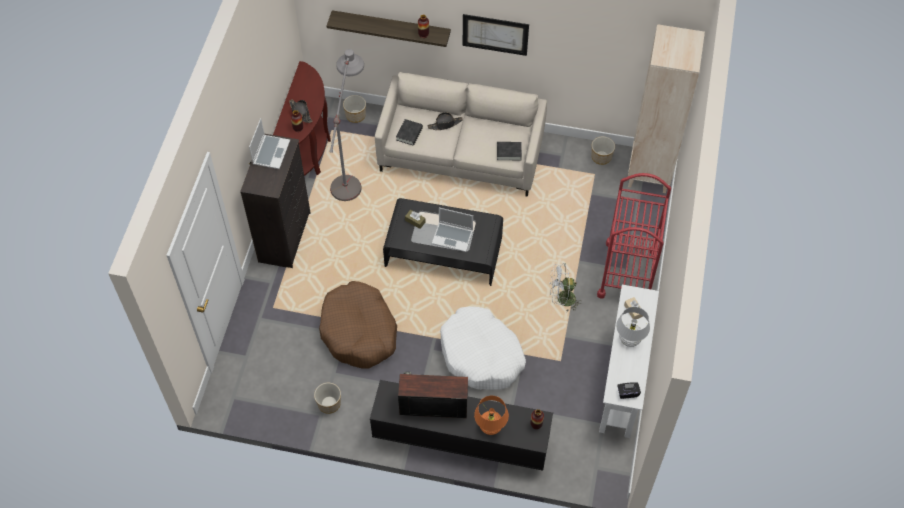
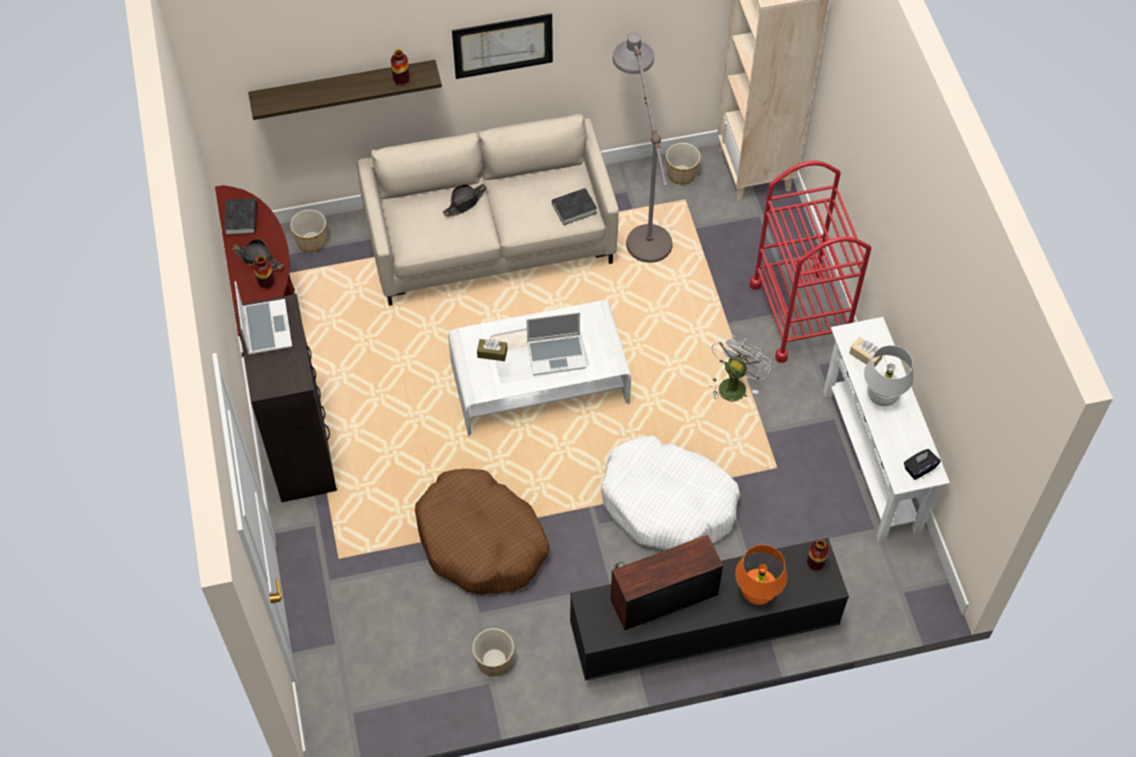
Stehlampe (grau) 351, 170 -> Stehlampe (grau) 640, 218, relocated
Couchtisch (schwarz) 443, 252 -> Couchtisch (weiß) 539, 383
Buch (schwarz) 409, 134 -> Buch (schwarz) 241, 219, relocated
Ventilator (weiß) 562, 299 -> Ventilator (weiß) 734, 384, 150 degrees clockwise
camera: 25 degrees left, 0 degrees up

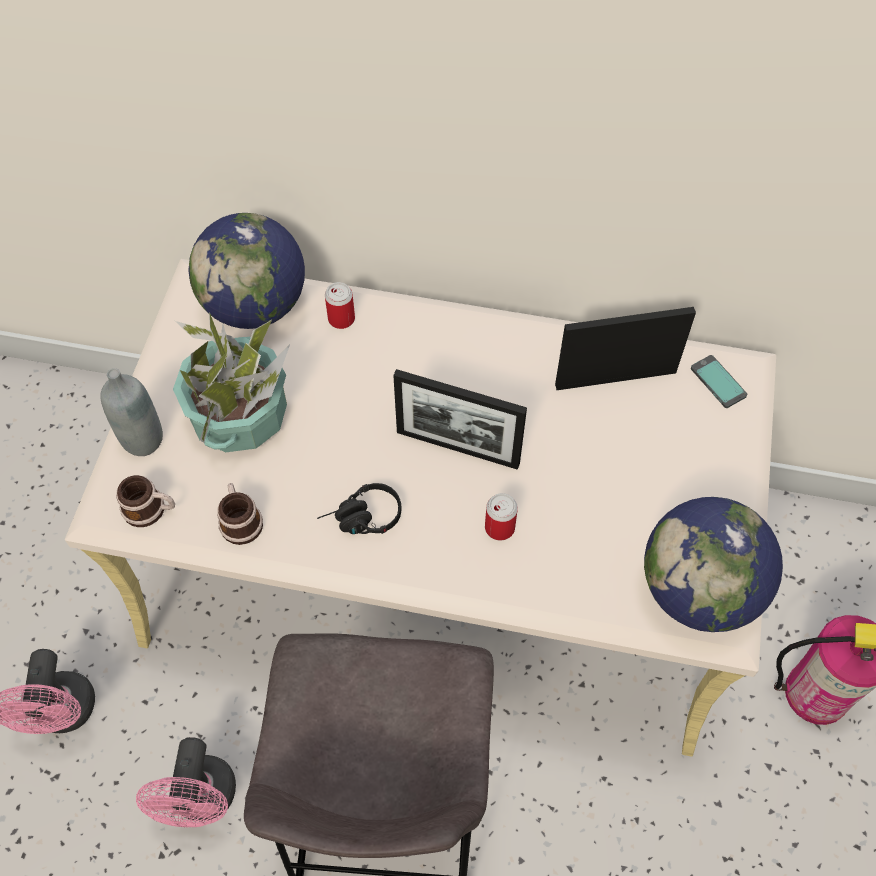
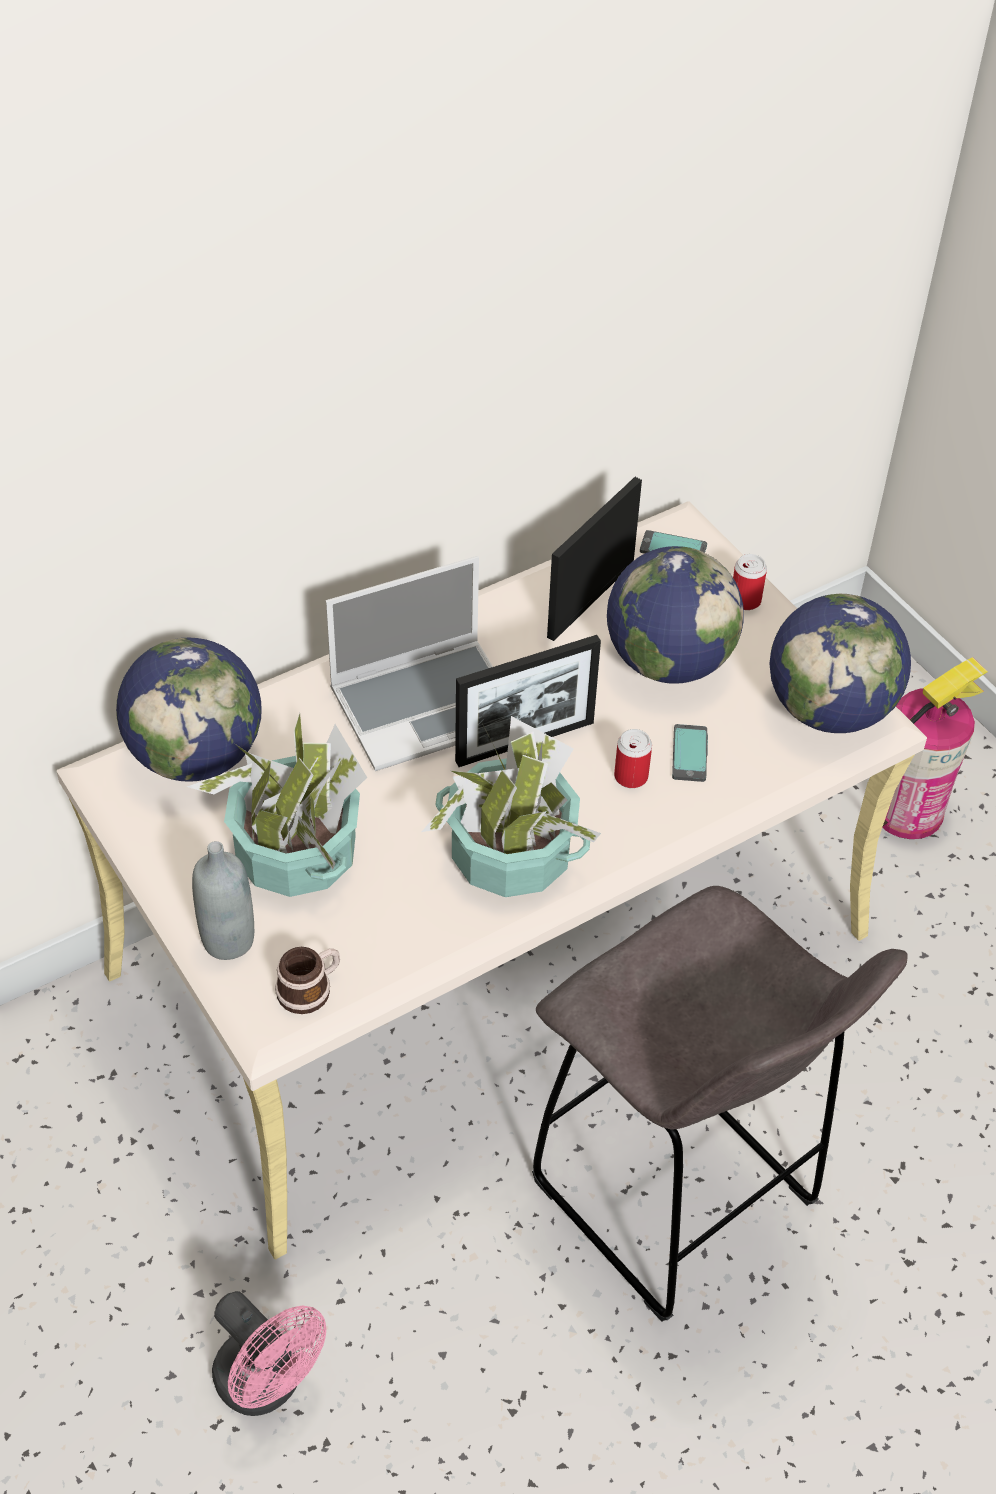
Ventilator (rosa) 202, 801 -> none
Henkelbecher 240, 520 -> none
Kopfhörer (schwarz) 361, 520 -> Topfpflanze 511, 855
Dose 341, 319 -> Dose 745, 600, relocated
none -> Laptop 427, 705
none -> Globus 668, 662
none -> Handy 690, 754
camera: 45 degrees left, 10 degrees down

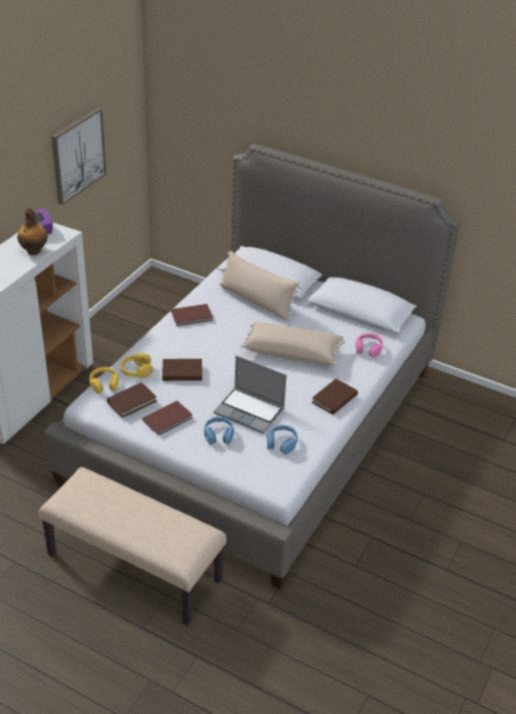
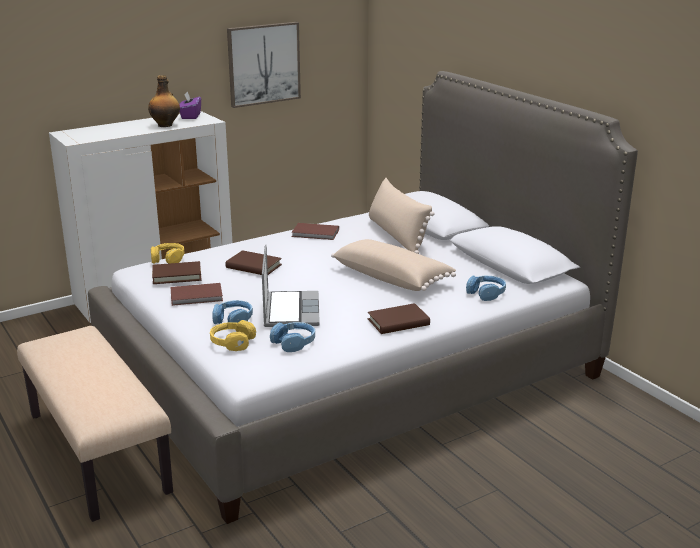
Kopfhörer (gelb) 136, 371 -> Kopfhörer (gelb) 232, 342, relocated
Laptop 250, 411 -> Laptop 290, 310, 150 degrees counterclockwise
Kopfhörer (rosa) 368, 349 -> Kopfhörer (blau) 486, 293
camera: 30 degrees right, 15 degrees down

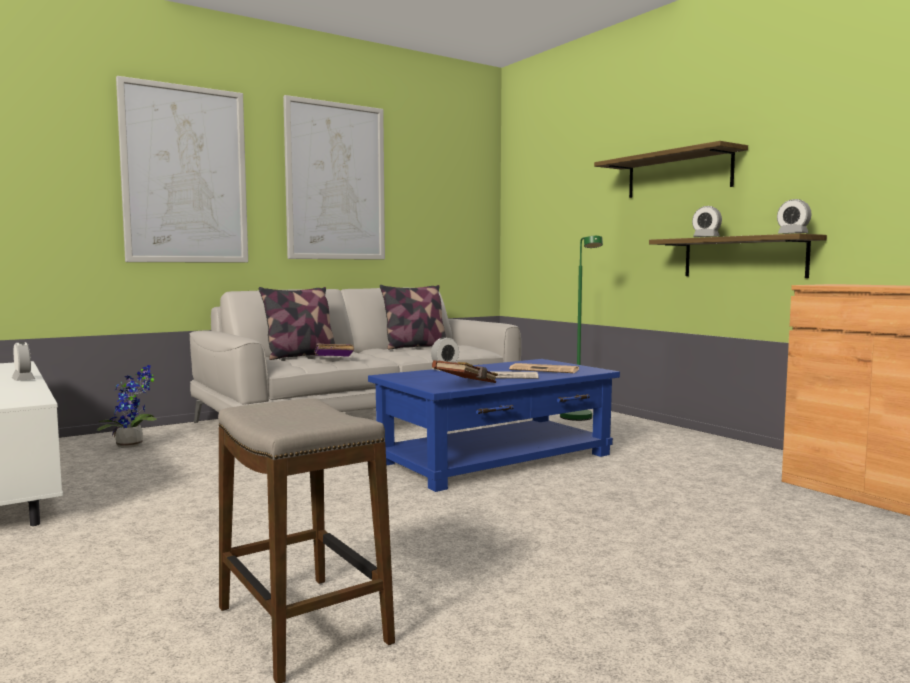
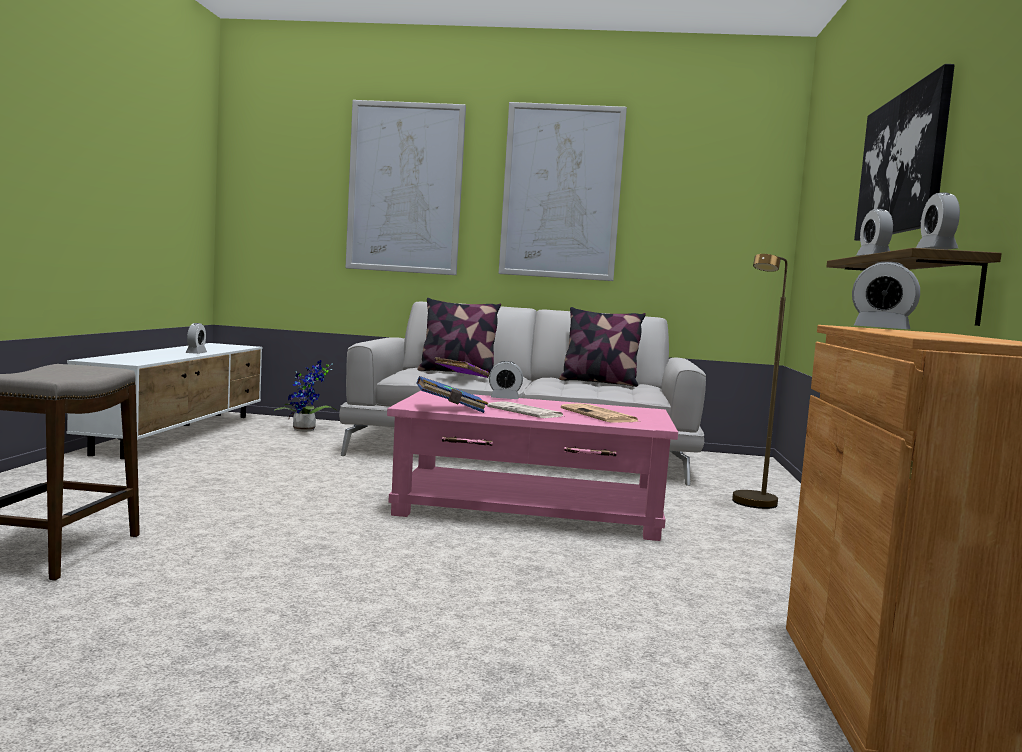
Couchtisch (blau) 496, 458 -> Couchtisch (rosa) 530, 510
Buch (braun) 466, 384 -> Buch (blau) 450, 409
Stehlampe (grün) 579, 419 -> Stehlampe (braun) 752, 505
Wandregal 678, 174 -> Bild 902, 164
none -> Wecker 881, 329
camera: 40 degrees right, 0 degrees up

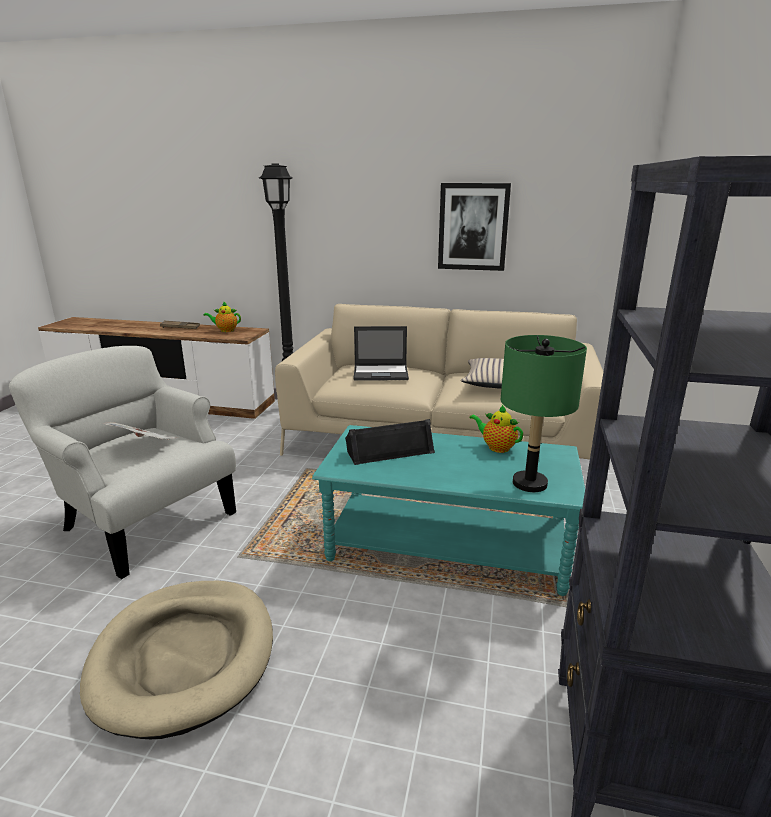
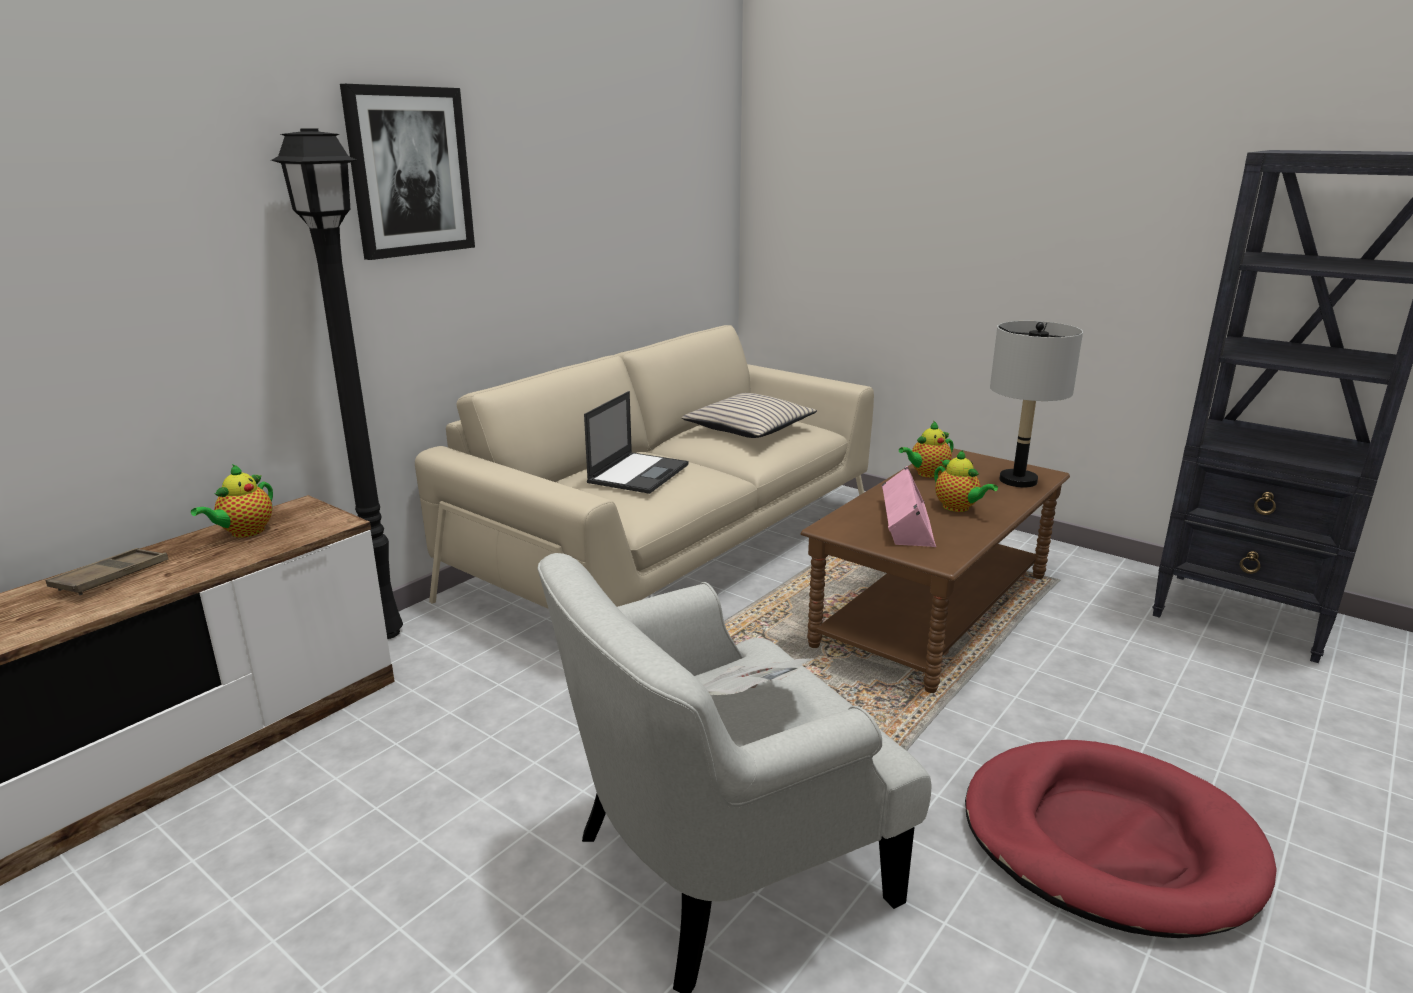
Hundebett (beige) 184, 657 -> Hundebett (rot) 1108, 841
Couchtisch (türkis) 447, 546 -> Couchtisch (braun) 934, 610
Lautsprecher (schwarz) 389, 450 -> Lautsprecher (rosa) 904, 522
Bild 473, 227 -> Bild 410, 172, relocated
Tischlampe (grün) 529, 483 -> Tischlampe (grau) 1018, 481
none -> Teekanne 958, 508
camera: 65 degrees left, 0 degrees up

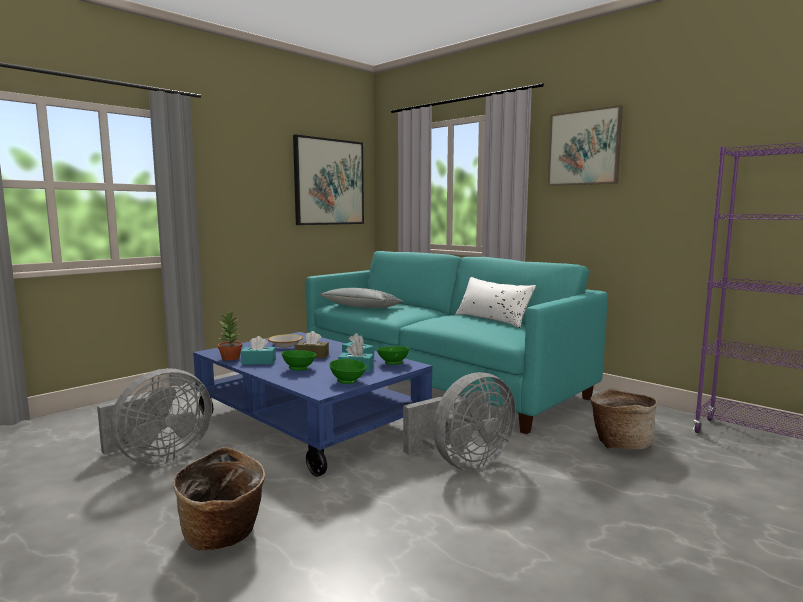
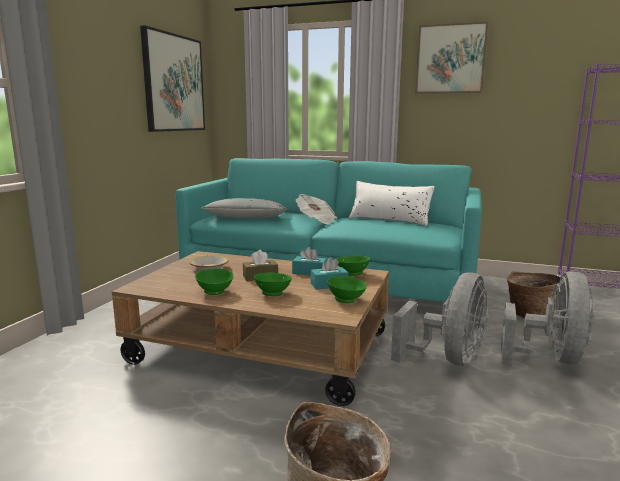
Ventilator (grau) 158, 458 -> Ventilator (grau) 550, 358, relocated
Couchtisch (blau) 310, 422 -> Couchtisch (braun) 261, 347
Topfpflanze 230, 358 -> none
Taschentuchbox (türkis) 258, 362 -> Schüssel (grün) 214, 292
none -> Zeitung 316, 220
camera: 25 degrees left, 5 degrees up

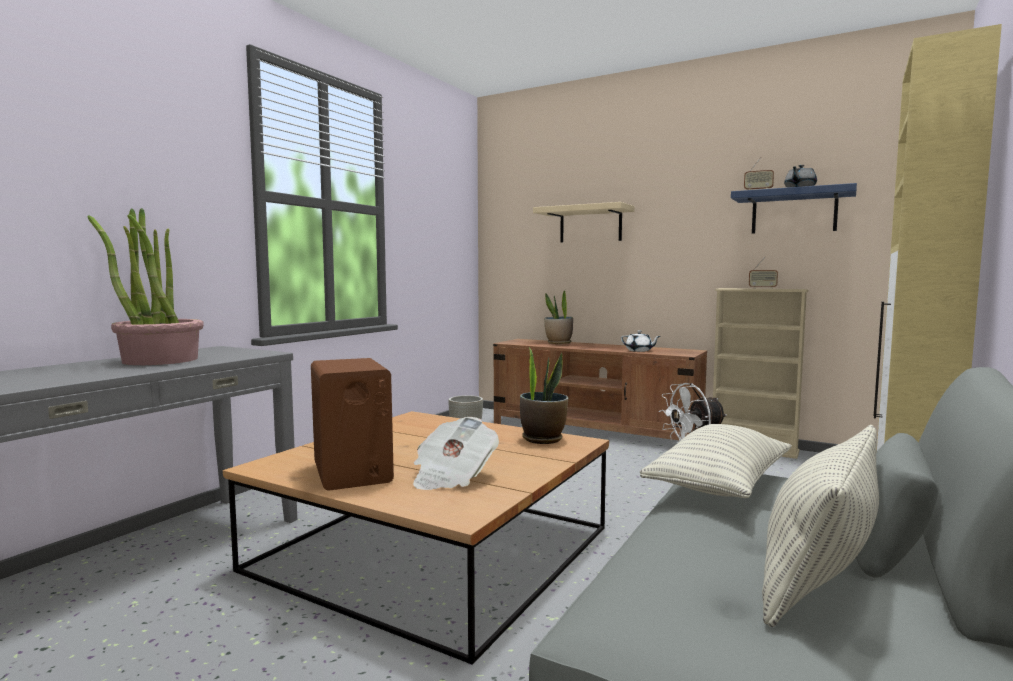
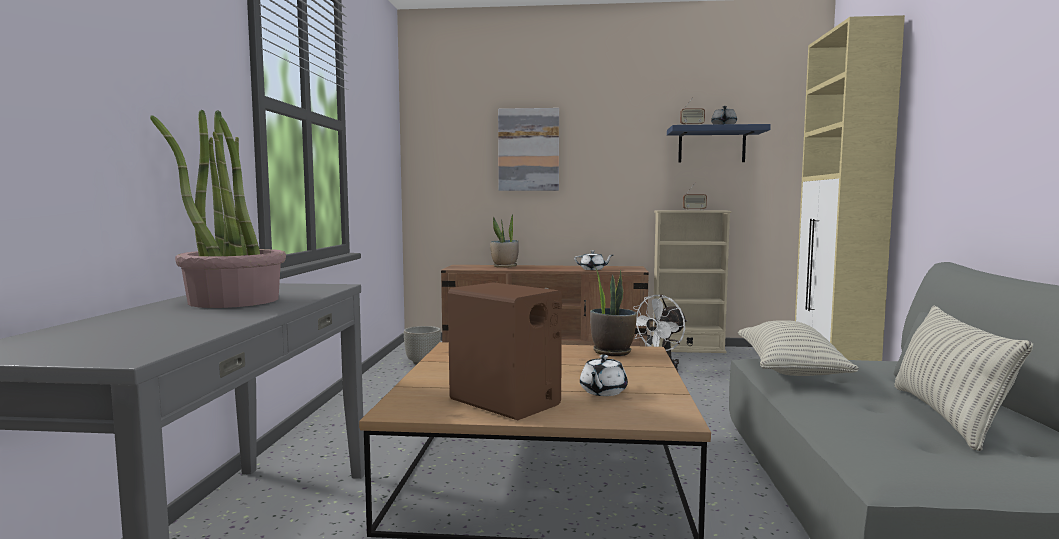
Zeitung 452, 477 -> Teekanne (weiß) 602, 392
Wandregal (beige) 590, 225 -> Bild 528, 150
camera: 25 degrees left, 0 degrees up

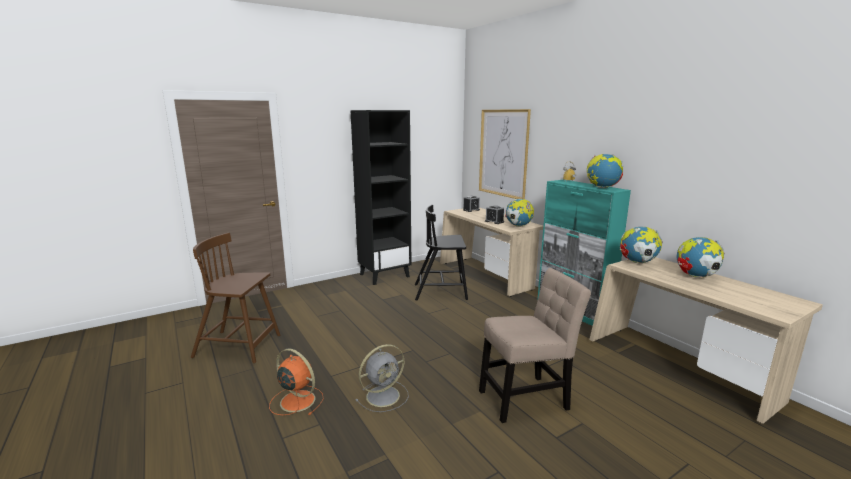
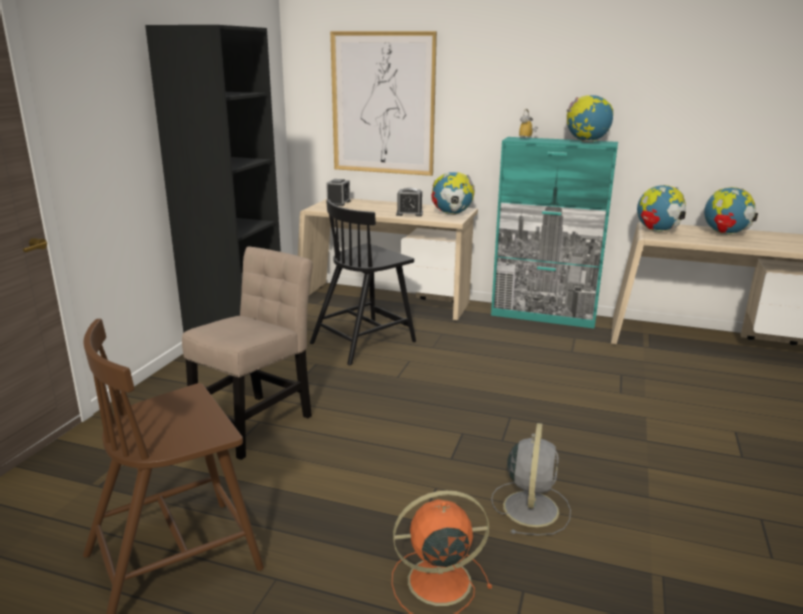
Stuhl (beige) 527, 398 -> Stuhl (beige) 257, 423, relocated
camera: 40 degrees left, 5 degrees up

